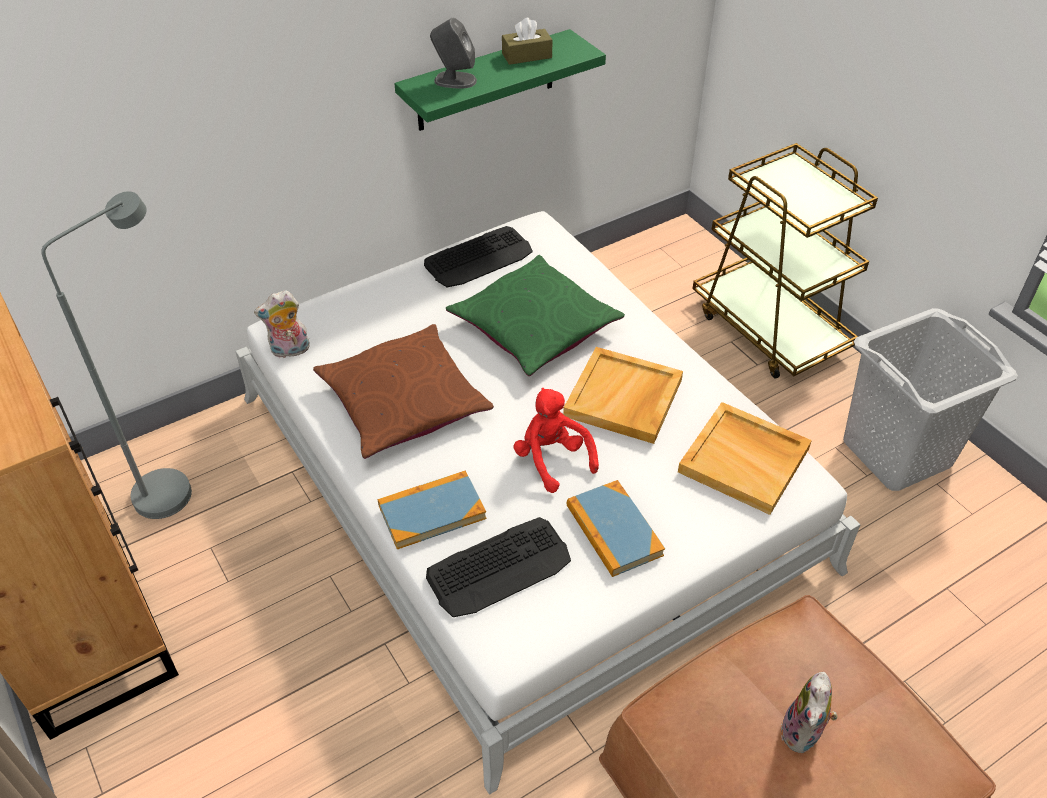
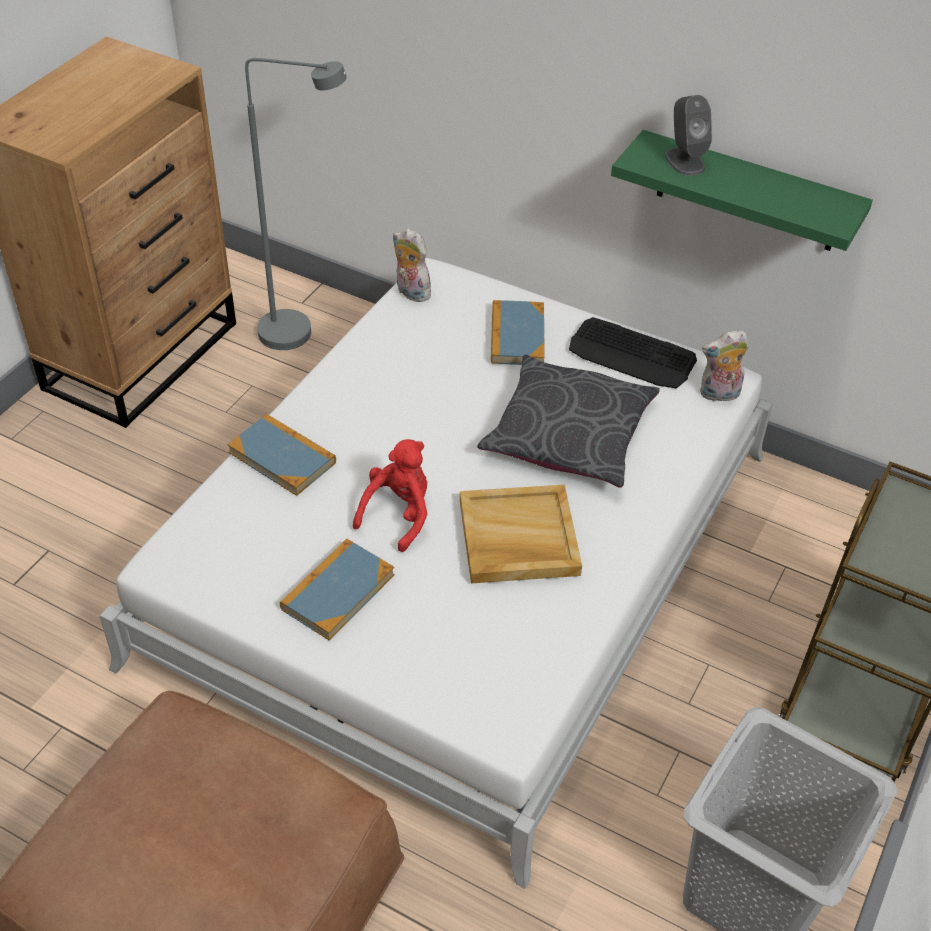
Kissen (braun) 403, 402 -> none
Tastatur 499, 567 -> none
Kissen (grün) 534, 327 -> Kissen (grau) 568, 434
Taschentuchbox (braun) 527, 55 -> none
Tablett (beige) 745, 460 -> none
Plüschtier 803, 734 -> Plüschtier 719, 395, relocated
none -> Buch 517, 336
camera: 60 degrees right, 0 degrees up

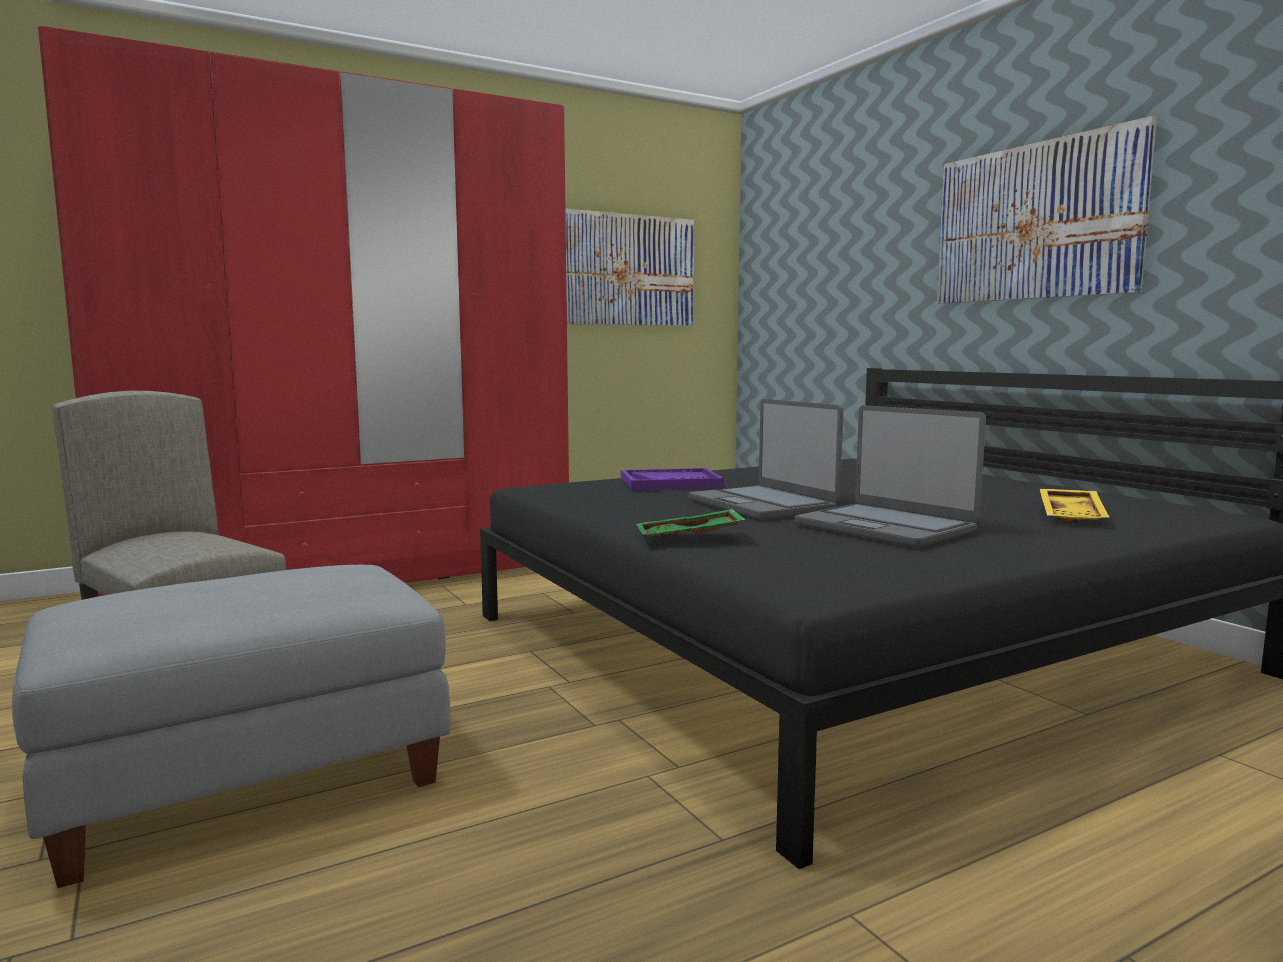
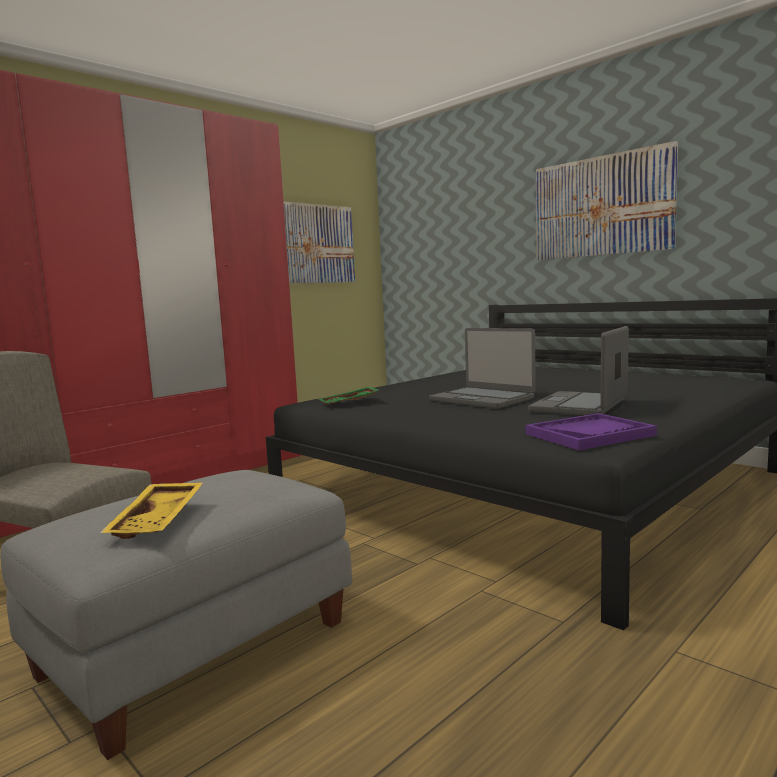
Tablett (lila) 671, 482 -> Tablett (lila) 589, 434, relocated
Tablett (grün) 689, 537 -> Tablett (grün) 349, 403, relocated
Laptop 885, 527 -> Laptop 580, 406, 90 degrees clockwise
Tablett (gelb) 1073, 516 -> Tablett (gelb) 159, 520, relocated
camera: 15 degrees left, 0 degrees up

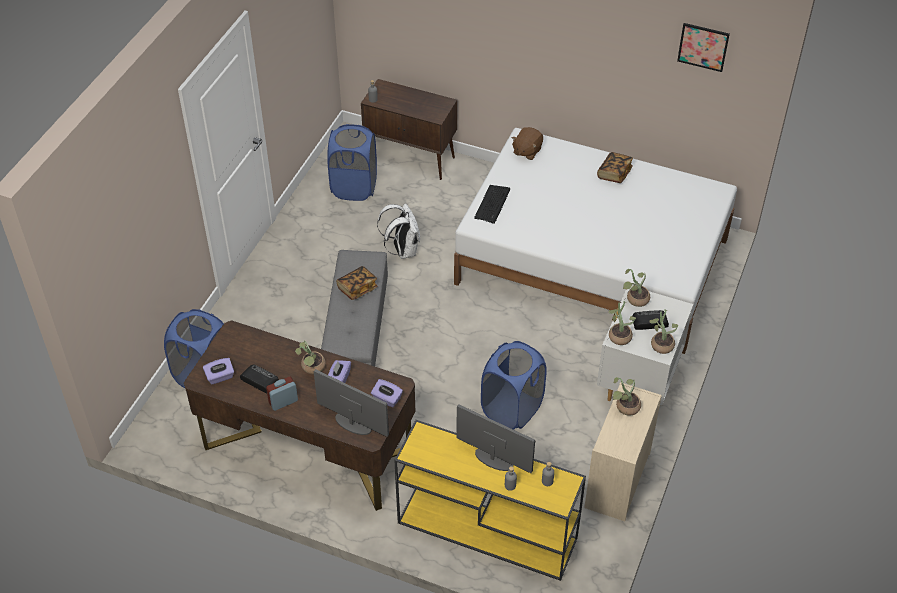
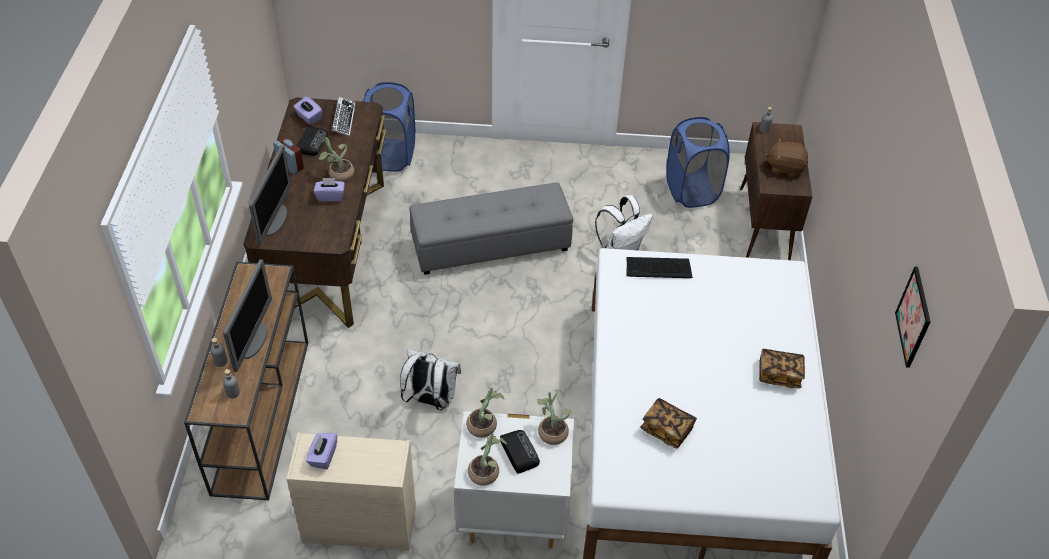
Buch 357, 288 -> Buch 667, 429, relocated
Taschentuchbox (lila) 387, 399 -> Taschentuchbox (lila) 323, 456, relocated
Konsolentisch (gelb) 485, 530 -> Konsolentisch (braun) 261, 413
Wäschekorb (blau) 512, 409 -> Rucksack (weiß) 431, 400
Plüschtier (braun) 527, 151 -> Plüschtier (braun) 785, 167, relocated
Topfpflanze 624, 407 -> none
none -> Tastatur 343, 119
camera: 70 degrees right, 0 degrees up

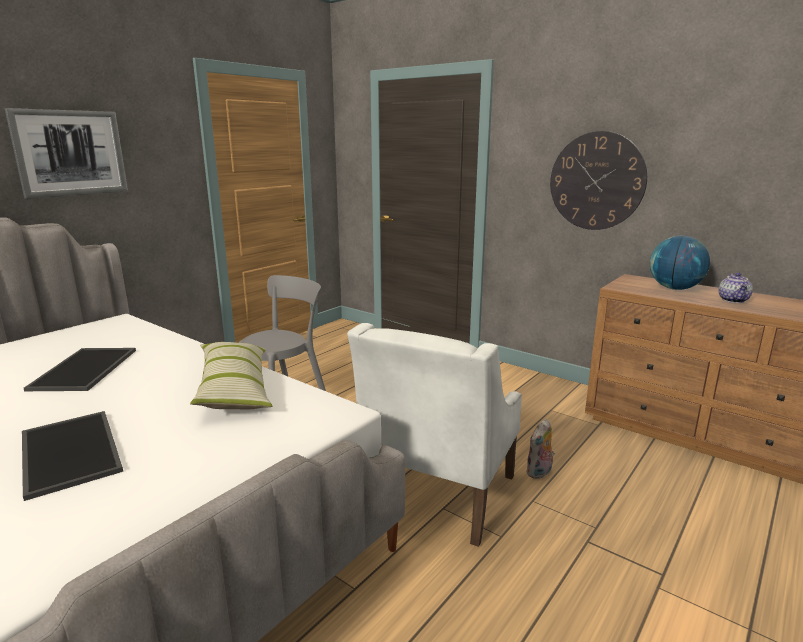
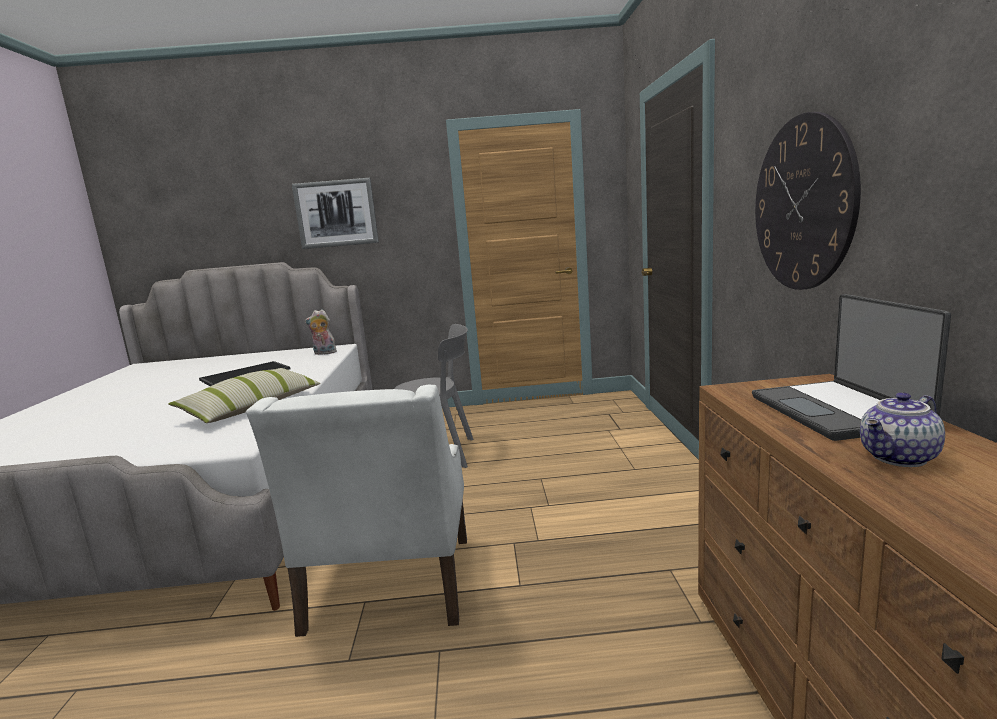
Tablett 67, 452 -> none
Sessel (weiß) 436, 491 -> Sessel (weiß) 389, 584, 75 degrees counterclockwise
Plüschtier 539, 473 -> Plüschtier 324, 353, relocated
Globus 674, 288 -> Laptop 838, 411
camera: 50 degrees right, 5 degrees down

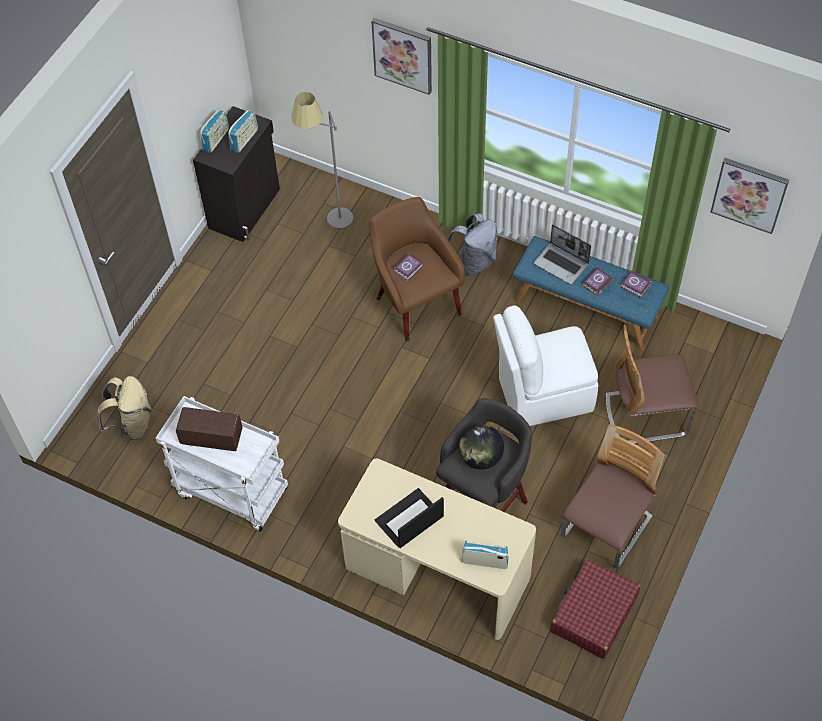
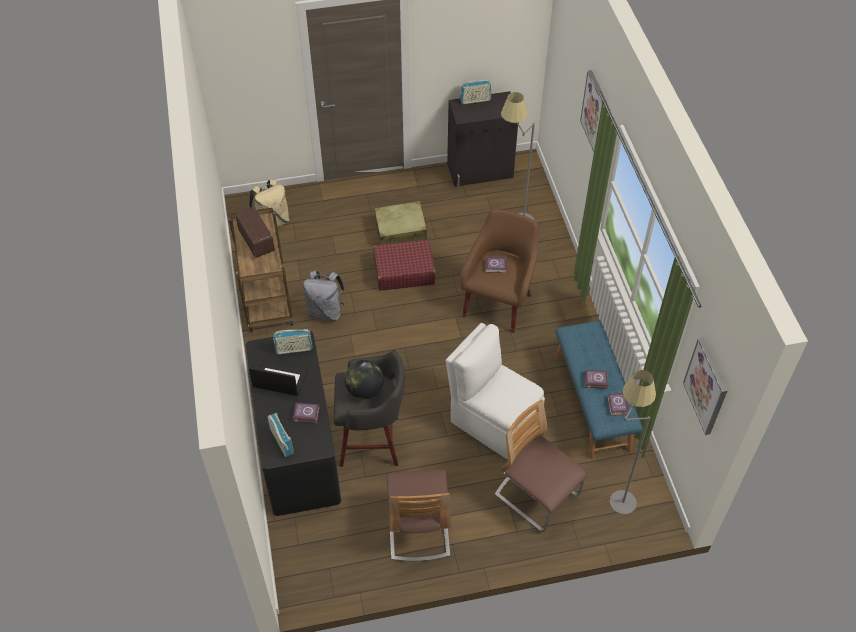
Rollwagen (weiß) 230, 492 -> Rollwagen (braun) 265, 299
Radio 244, 139 -> Radio 294, 349, relocated
Schreibtisch (beige) 436, 573 -> Schreibtisch (schwarz) 297, 447
Rucksack (grau) 474, 262 -> Rucksack (grau) 326, 311, relocated
Laptop 561, 264 -> none
Koffer (rot) 593, 614 -> Koffer (rot) 404, 271, relocated
Stuhl 606, 528 -> Stuhl 418, 528, 90 degrees clockwise
none -> Buch 305, 414
none -> Koffer (beige) 401, 231
none -> Stehlampe (grau) 617, 492
camera: 50 degrees right, 5 degrees down

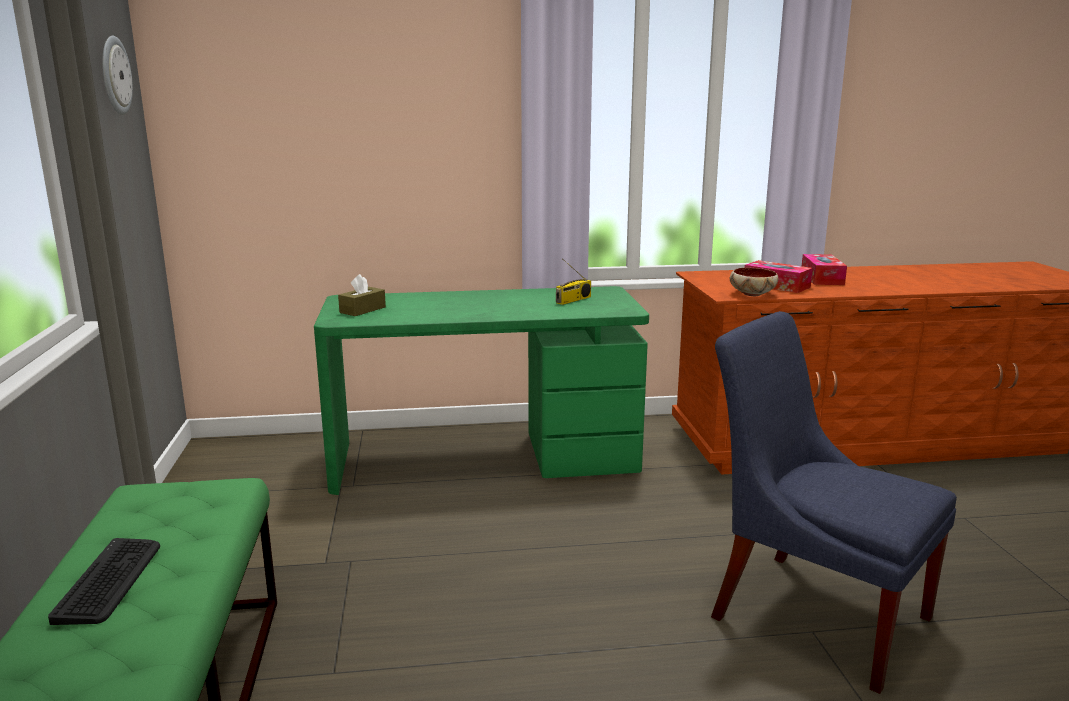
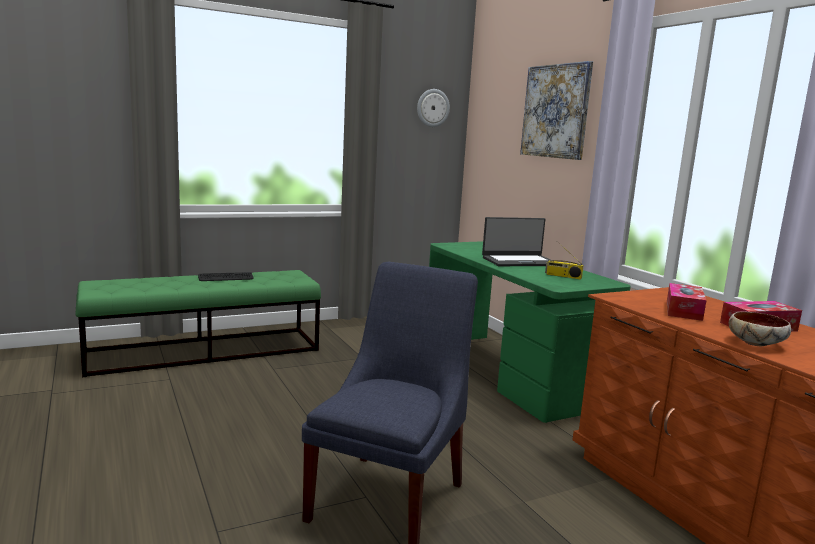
Taschentuchbox (braun) 362, 310 -> none
Schüssel 751, 294 -> Schüssel 756, 343, relocated
none -> Laptop 519, 261
none -> Bild 556, 111
camera: 70 degrees right, 5 degrees down

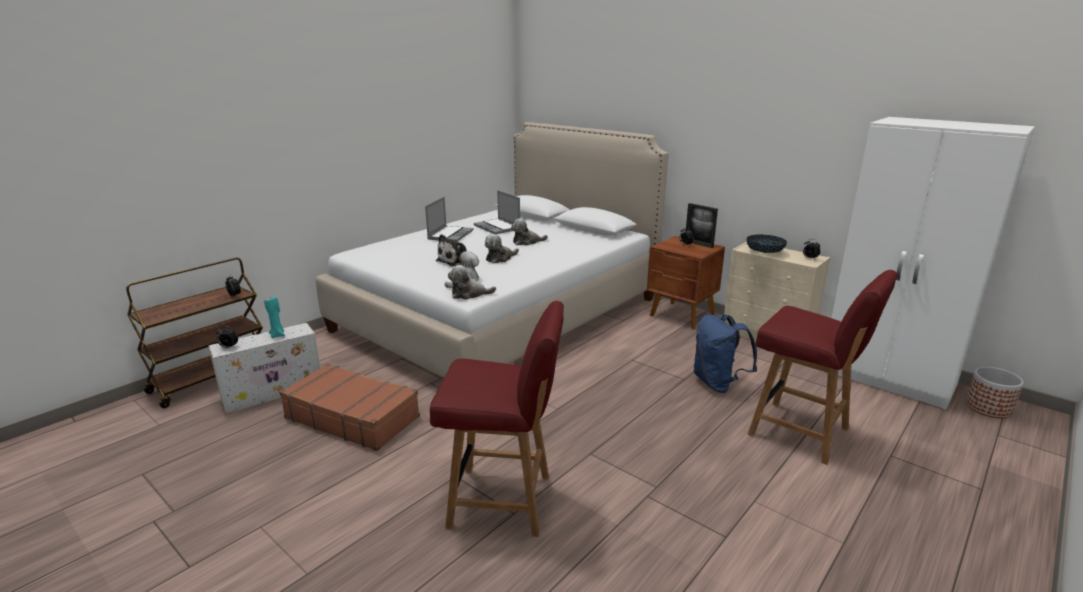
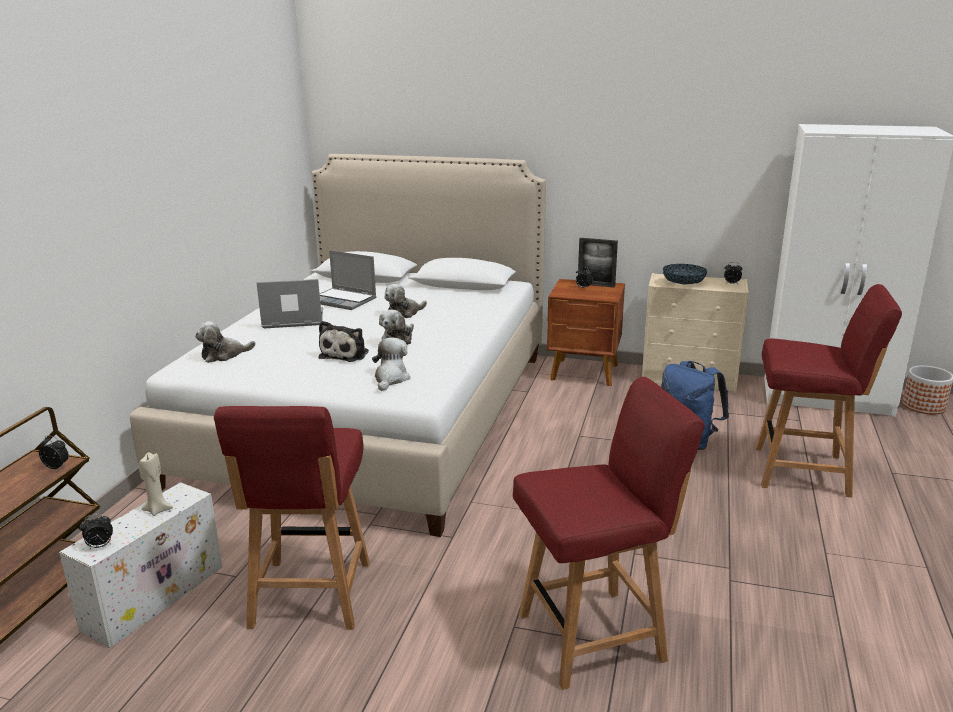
Kerze (türkis) 278, 335 -> Kerze (beige) 158, 510
Koffer (braun) 352, 417 -> Stuhl (rot) 310, 596
Laptop 450, 235 -> Laptop 292, 320, 90 degrees counterclockwise
Plüschtier 469, 294 -> Plüschtier 224, 355, relocated
camera: 25 degrees left, 0 degrees up

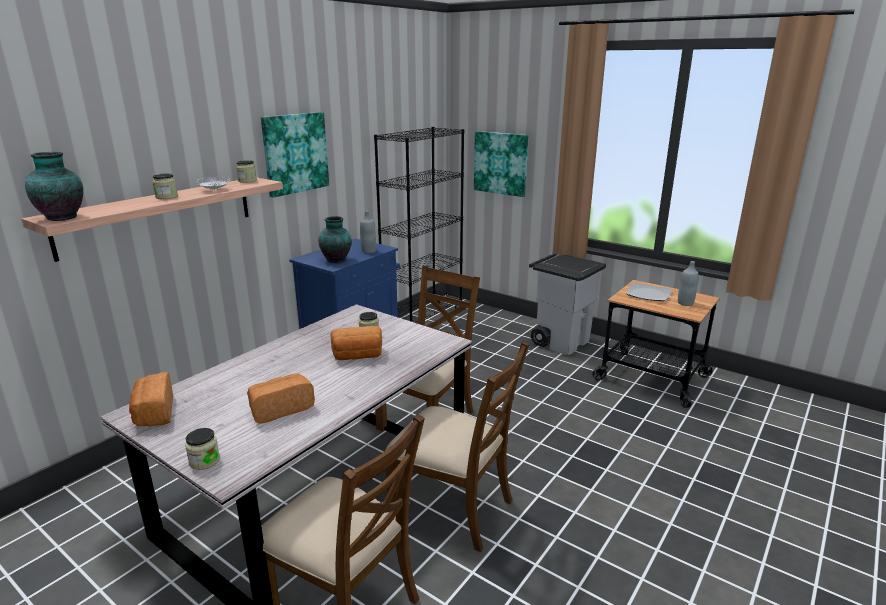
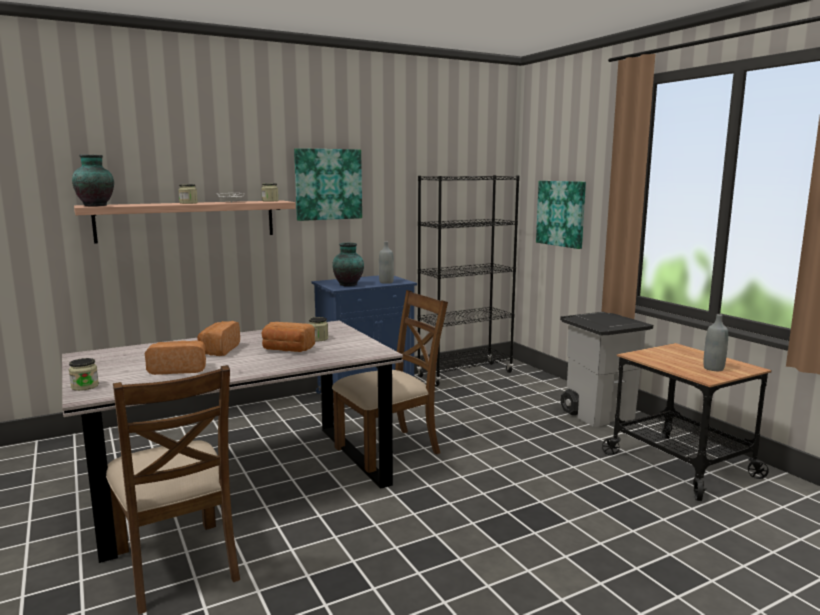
Brot 154, 413 -> Brot 219, 350, relocated
Stuhl (braun) 454, 508 -> none
Teller 648, 294 -> none
camera: 25 degrees right, 10 degrees down

